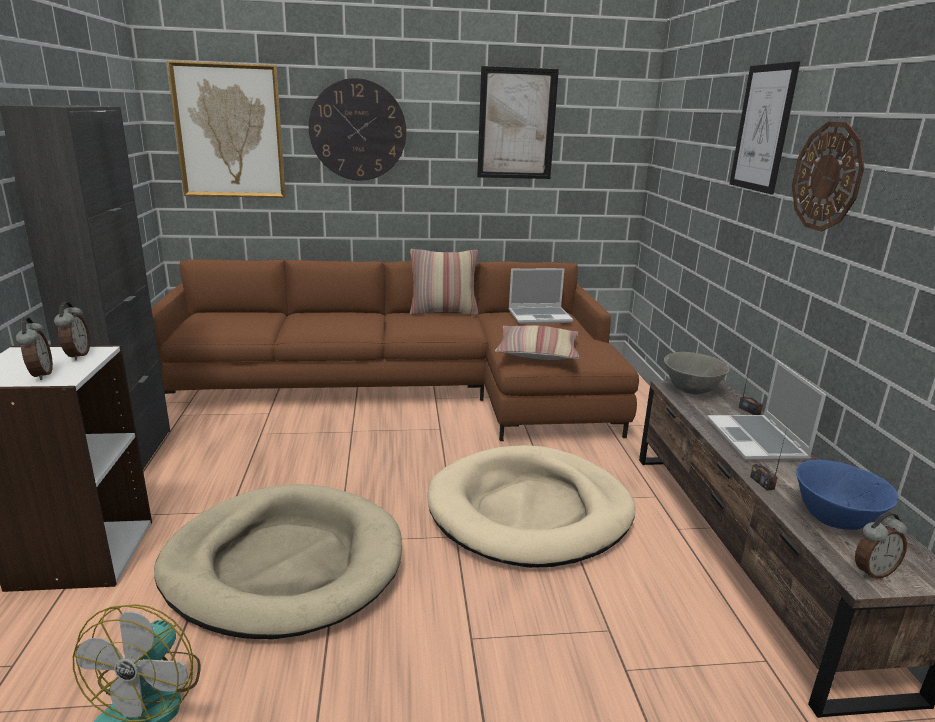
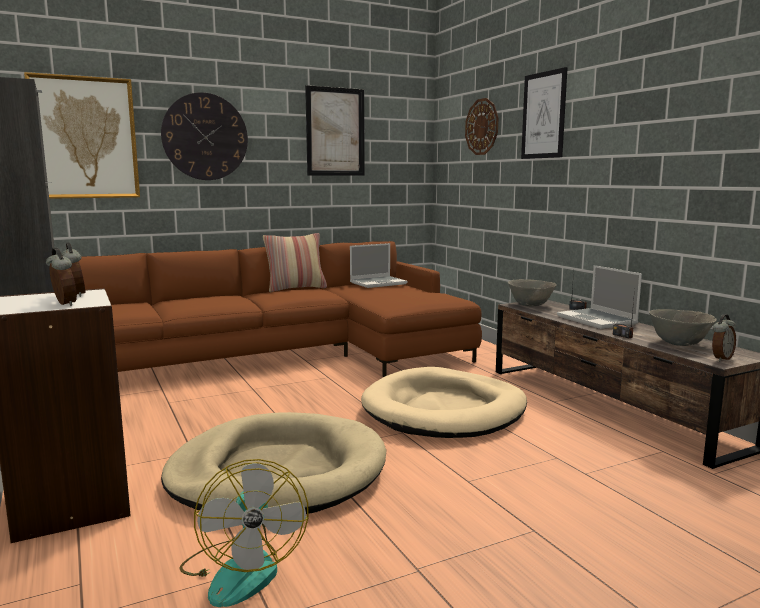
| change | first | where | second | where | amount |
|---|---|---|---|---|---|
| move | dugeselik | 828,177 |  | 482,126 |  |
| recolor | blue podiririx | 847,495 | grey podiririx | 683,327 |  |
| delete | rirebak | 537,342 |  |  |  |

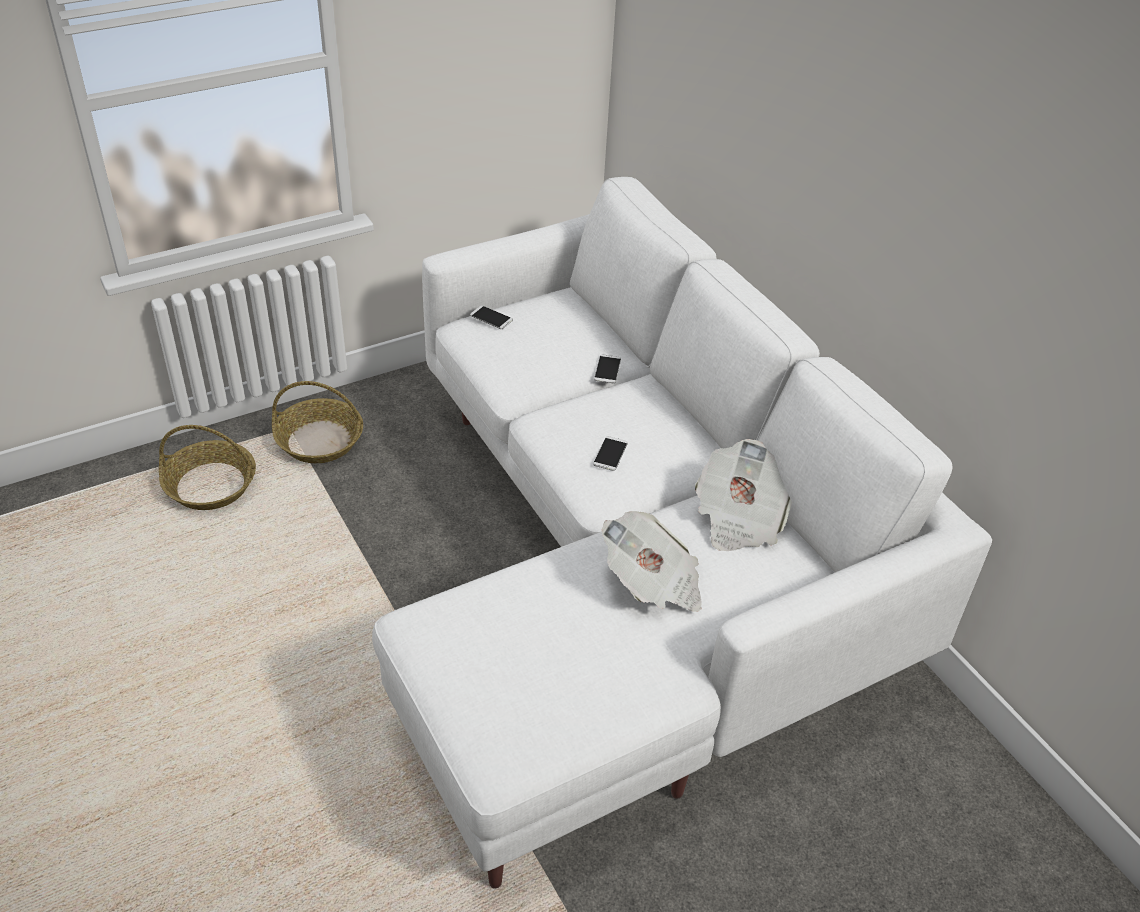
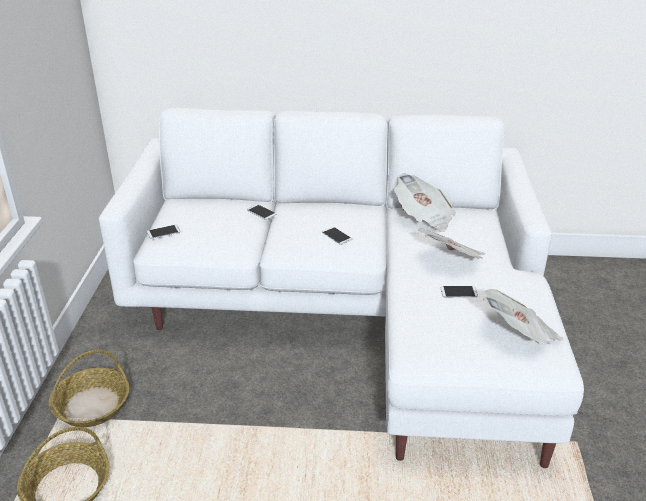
| change | first | where | second | where | amount |
|---|---|---|---|---|---|
| insert |  |  | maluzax | 459,291 |  |
| insert |  |  | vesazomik | 523,316 |  |

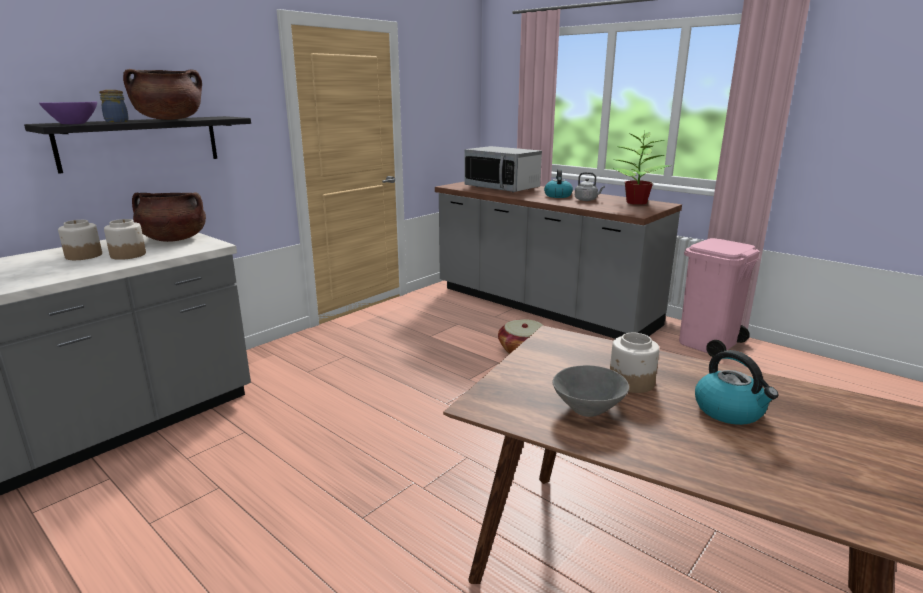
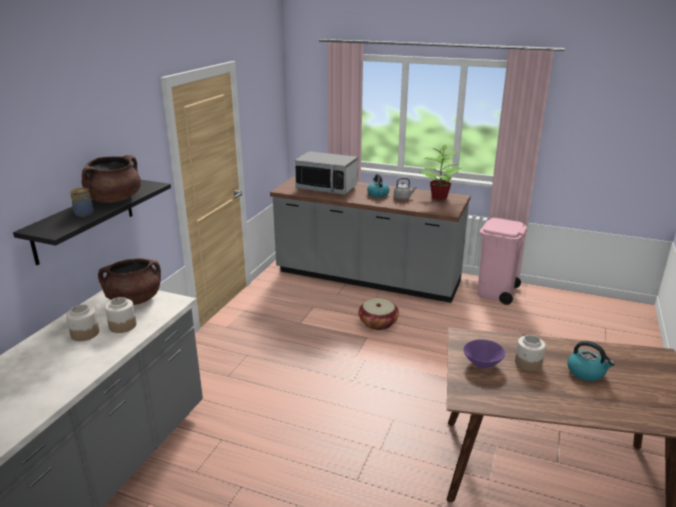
| change | first | where | second | where | amount |
|---|---|---|---|---|---|
| move | purple podiririx | 68,112 |  | 484,353 |  |
| delete | grey podiririx | 590,391 |  |  |  |

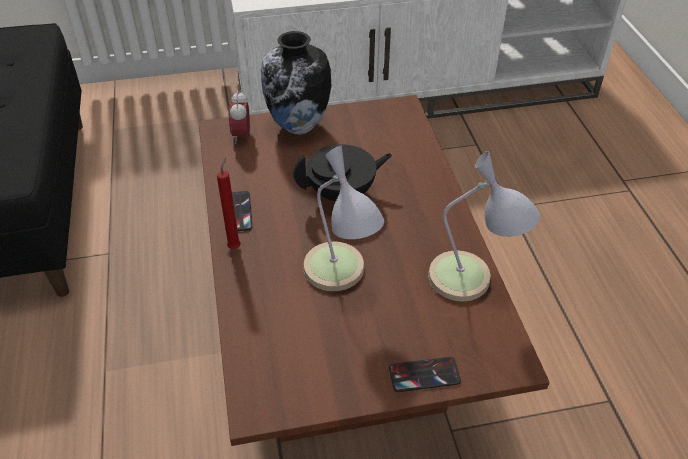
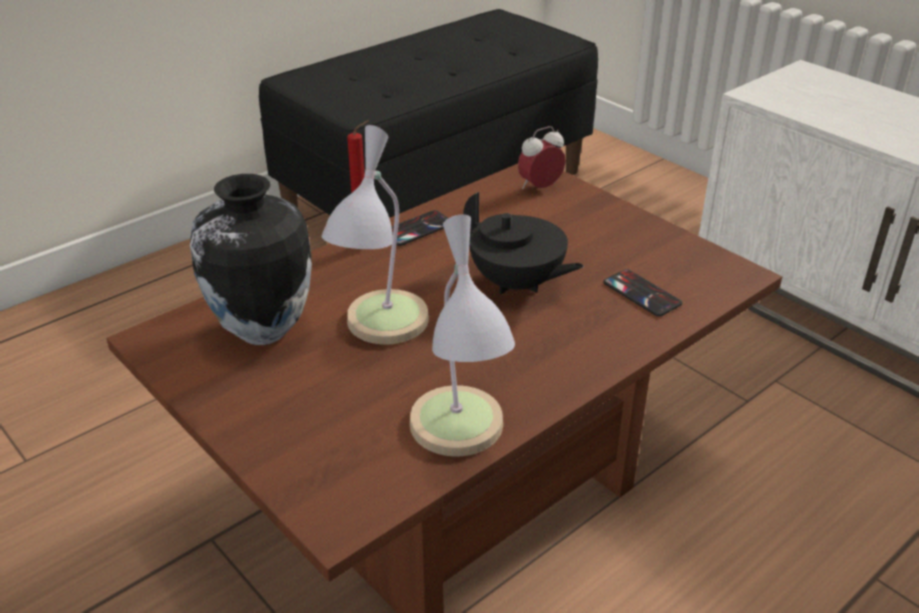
| change | first | where | second | where | amount |
|---|---|---|---|---|---|
| move | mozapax | 296,83 |  | 251,259 |  |
| move | maluzax | 425,374 |  | 642,293 |  |

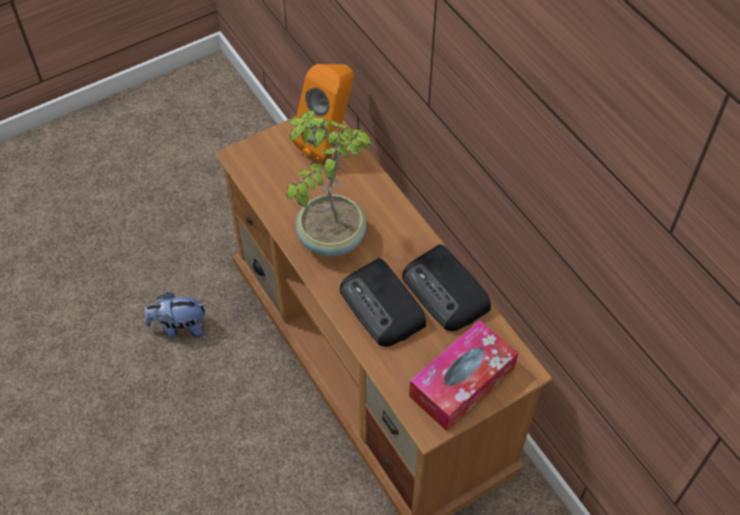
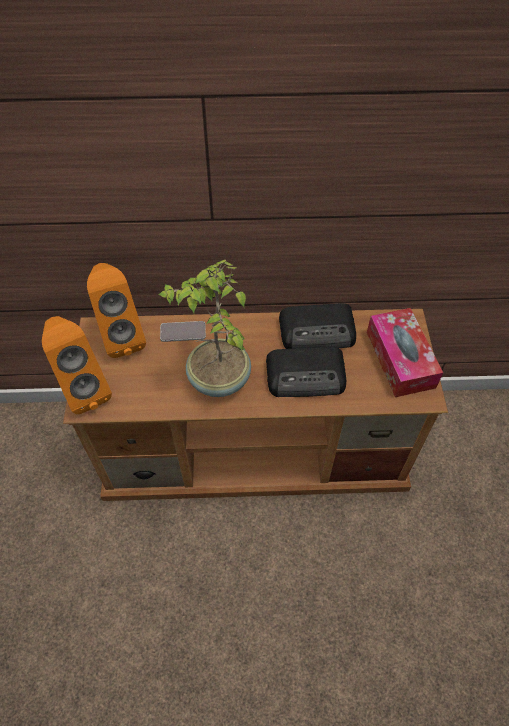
| change | first | where | second | where | amount |
|---|---|---|---|---|---|
| insert |  |  | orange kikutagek | 77,365 |  |
| insert |  |  | maluzax | 183,331 |  |
| delete | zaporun | 175,315 |  |  |  |

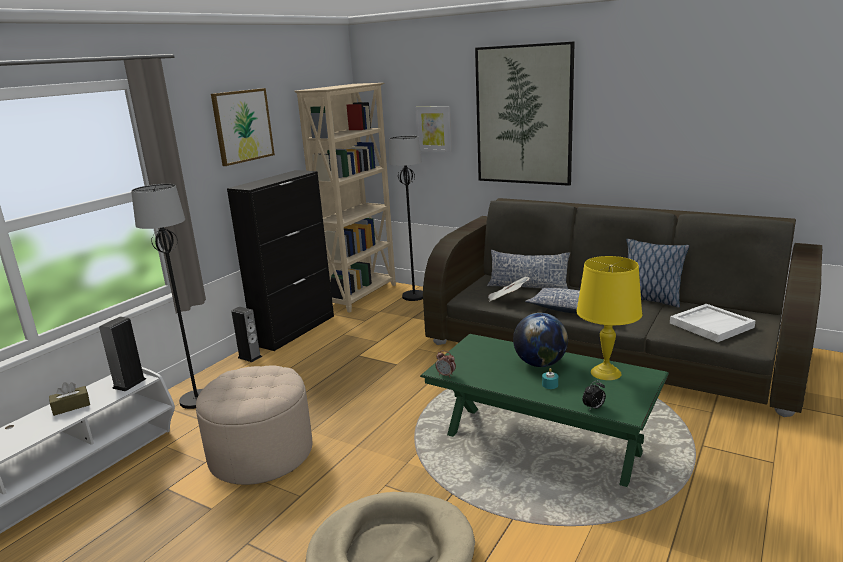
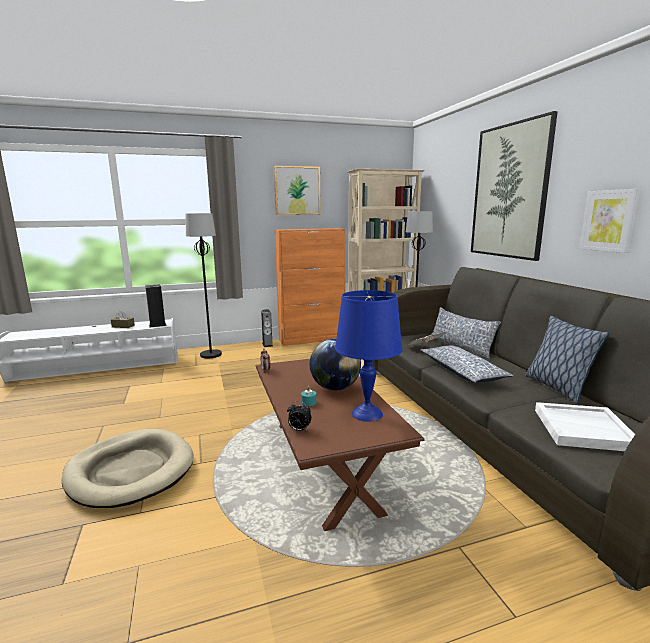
| change | first | where | second | where | amount |
|---|---|---|---|---|---|
| recolor | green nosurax | 544,410 | brown nosurax | 340,445 |  |
| recolor | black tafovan | 280,260 | orange tafovan | 310,287 |  |
| recolor | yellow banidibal | 609,318 | blue banidibal | 369,356 |  |
| move | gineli | 433,129 |  | 610,221 |  |
| delete | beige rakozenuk | 254,425 |  |  |  |

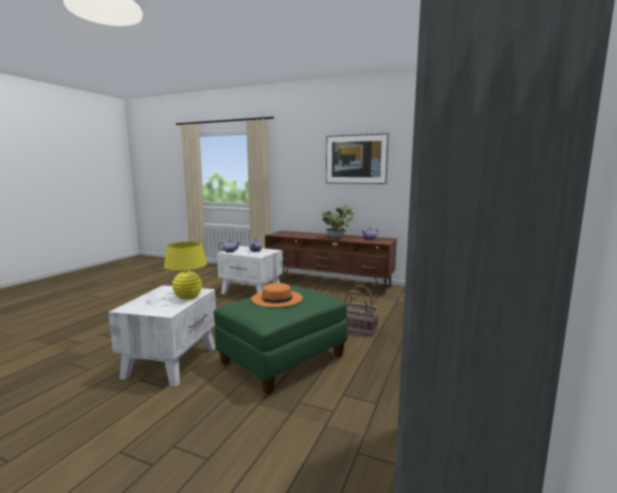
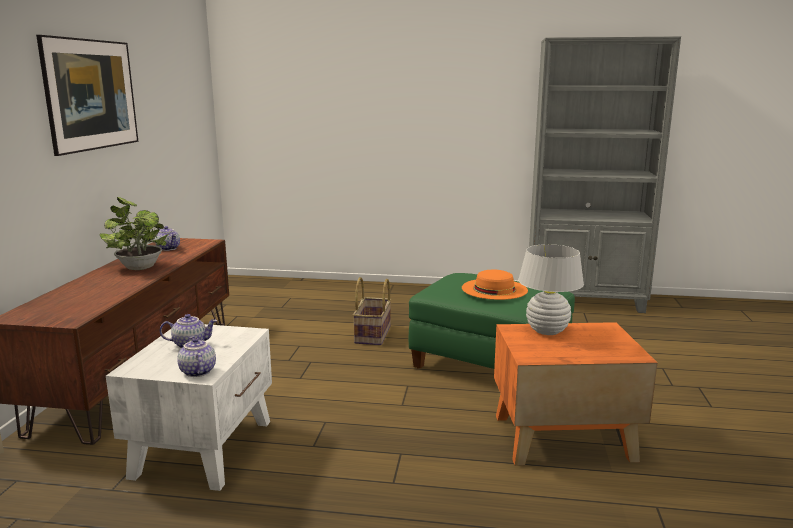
| change | first | where | second | where | amount |
|---|---|---|---|---|---|
| recolor | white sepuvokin | 162,336 | orange sepuvokin | 575,394 |  |
| recolor | yellow banidibal | 185,270 | white banidibal | 551,289 |  |

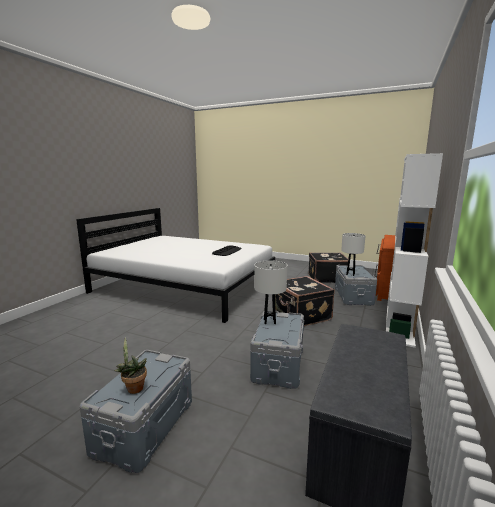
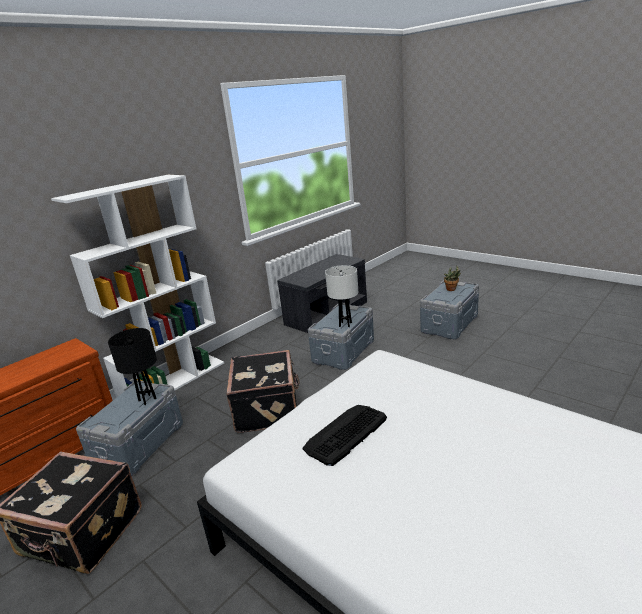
| change | first | where | second | where | amount |
|---|---|---|---|---|---|
| recolor | white banidibal | 353,254 | black banidibal | 132,366 |  |

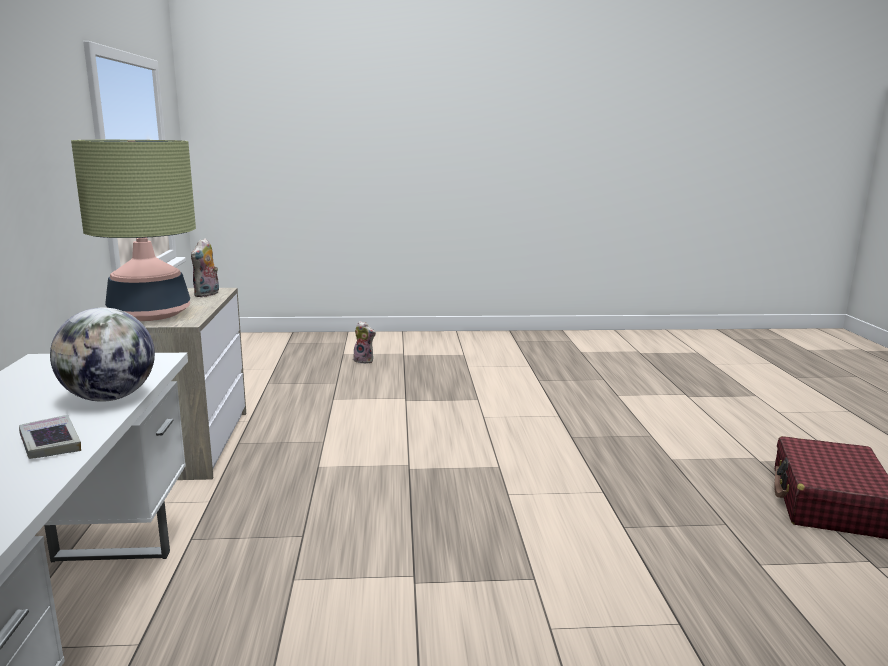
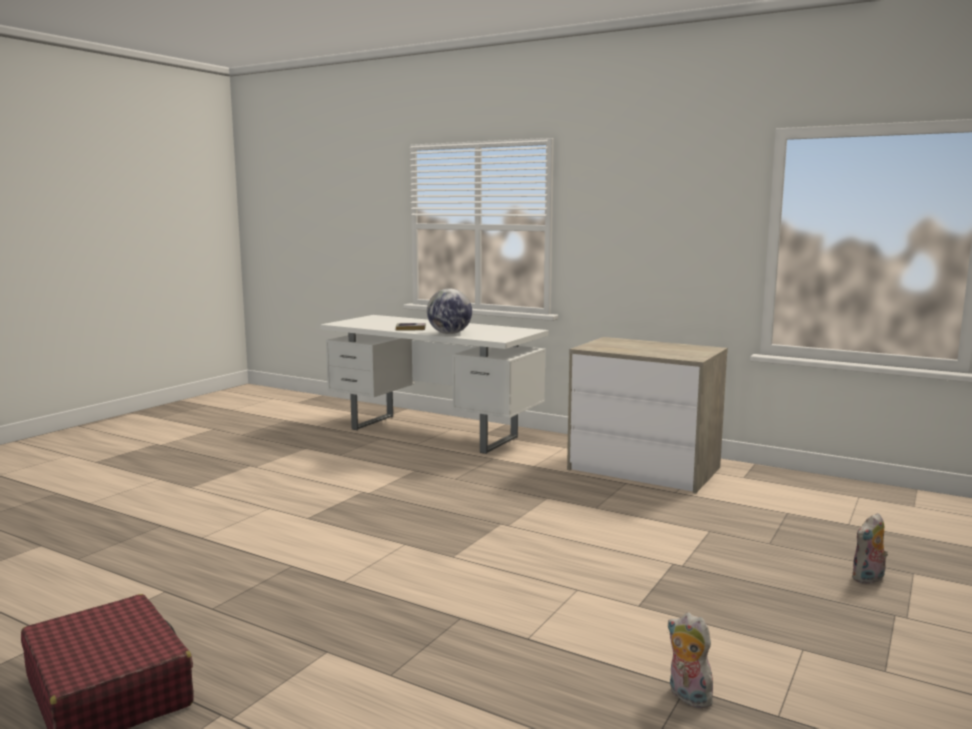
| change | first | where | second | where | amount |
|---|---|---|---|---|---|
| move | zaporun | 205,267 |  | 690,660 |  |
| delete | banidibal | 133,230 |  |  |  |

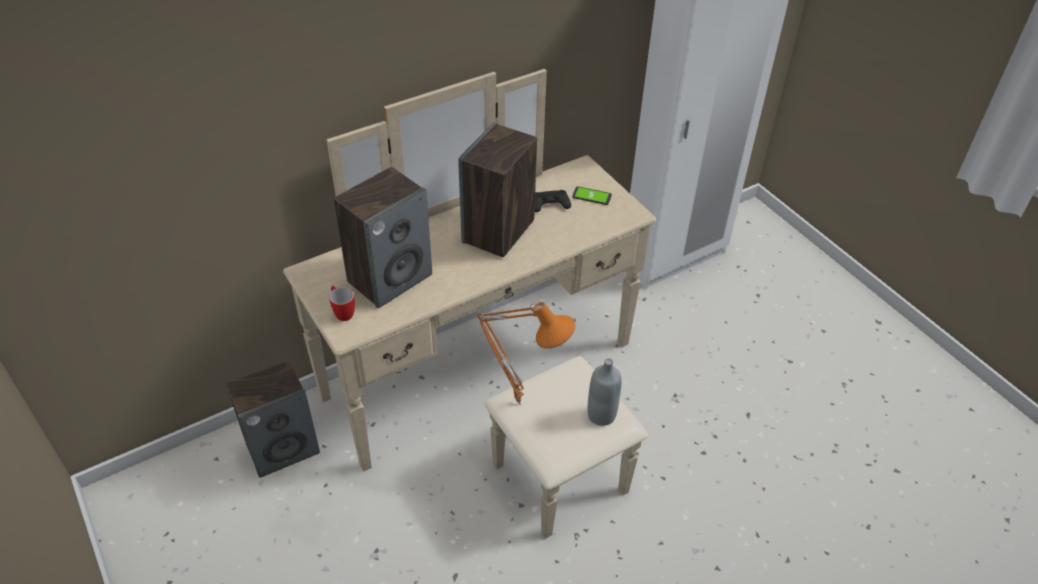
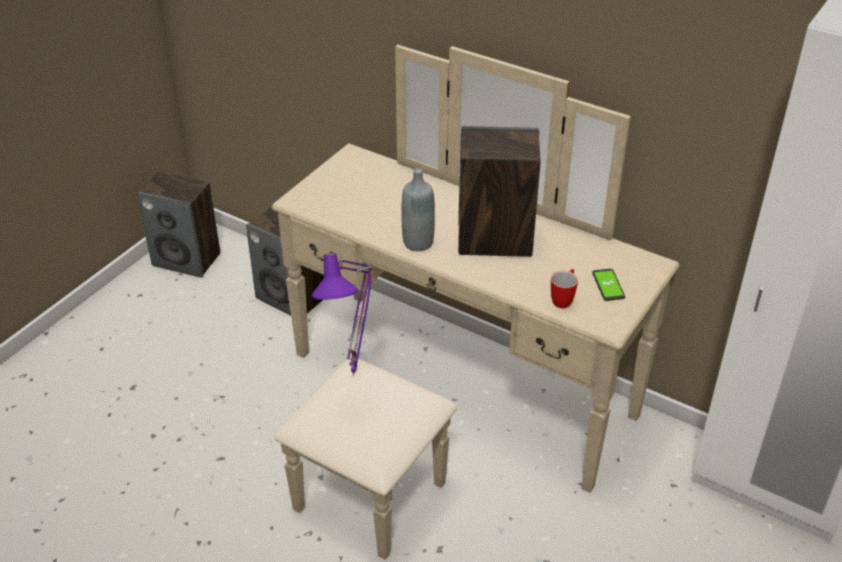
| change | first | where | second | where | amount |
|---|---|---|---|---|---|
| move | kikutagek | 383,237 |  | 178,224 |  |
| recolor | orange banidibal | 526,353 | purple banidibal | 343,314 |  |
| move | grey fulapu | 604,392 |  | 418,209 |  |
| move | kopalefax | 342,303 |  | 564,288 |  |
| delete | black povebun | 553,201 |  |  |  |

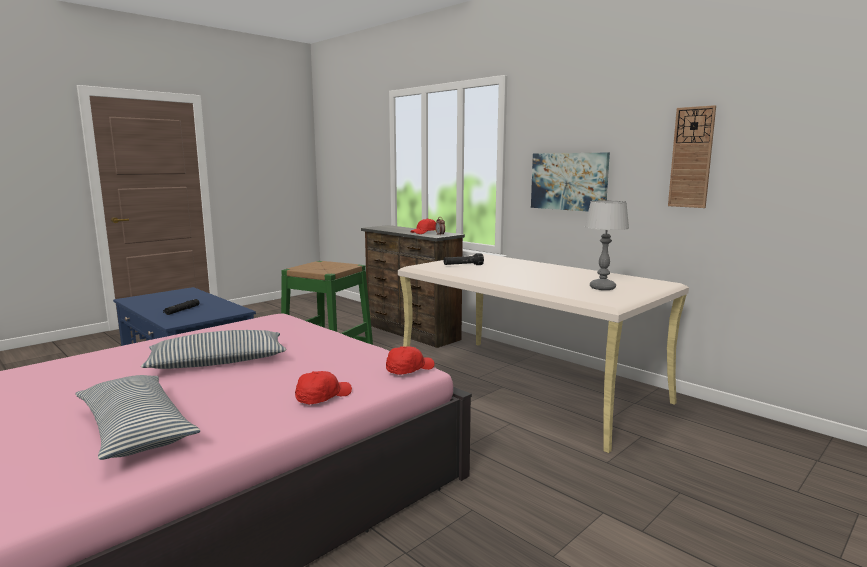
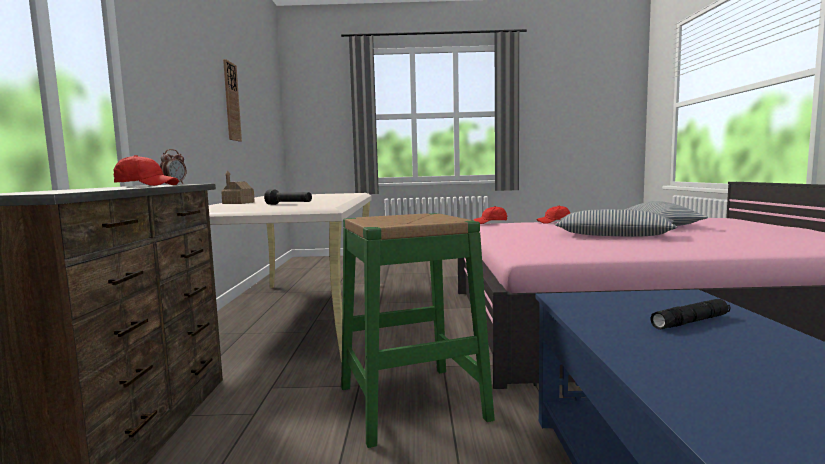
| change | first | where | second | where | amount |
|---|---|---|---|---|---|
| insert |  |  | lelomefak | 238,187 |  |
| delete | gineli | 570,182 |  |  |  |
| delete | banidibal | 607,245 |  |  |  |

